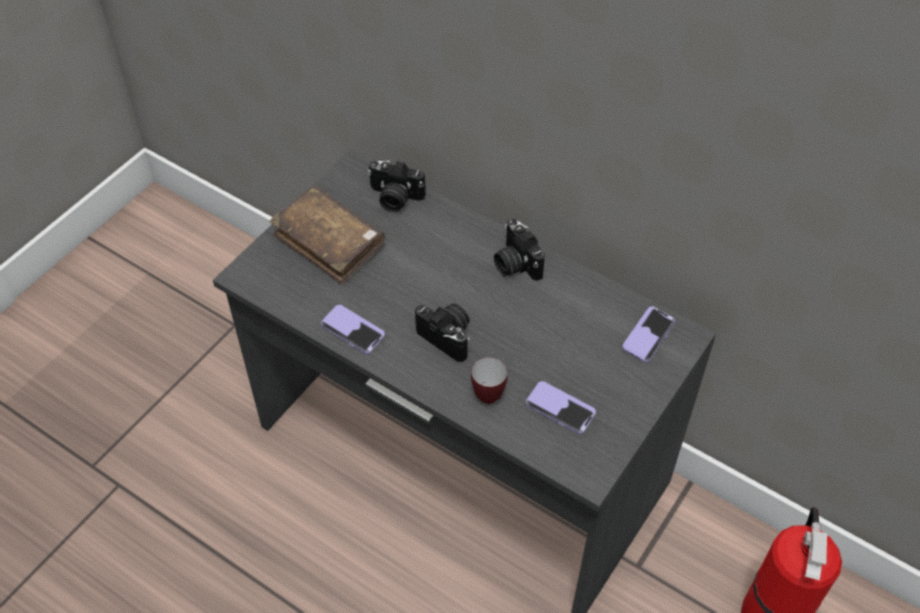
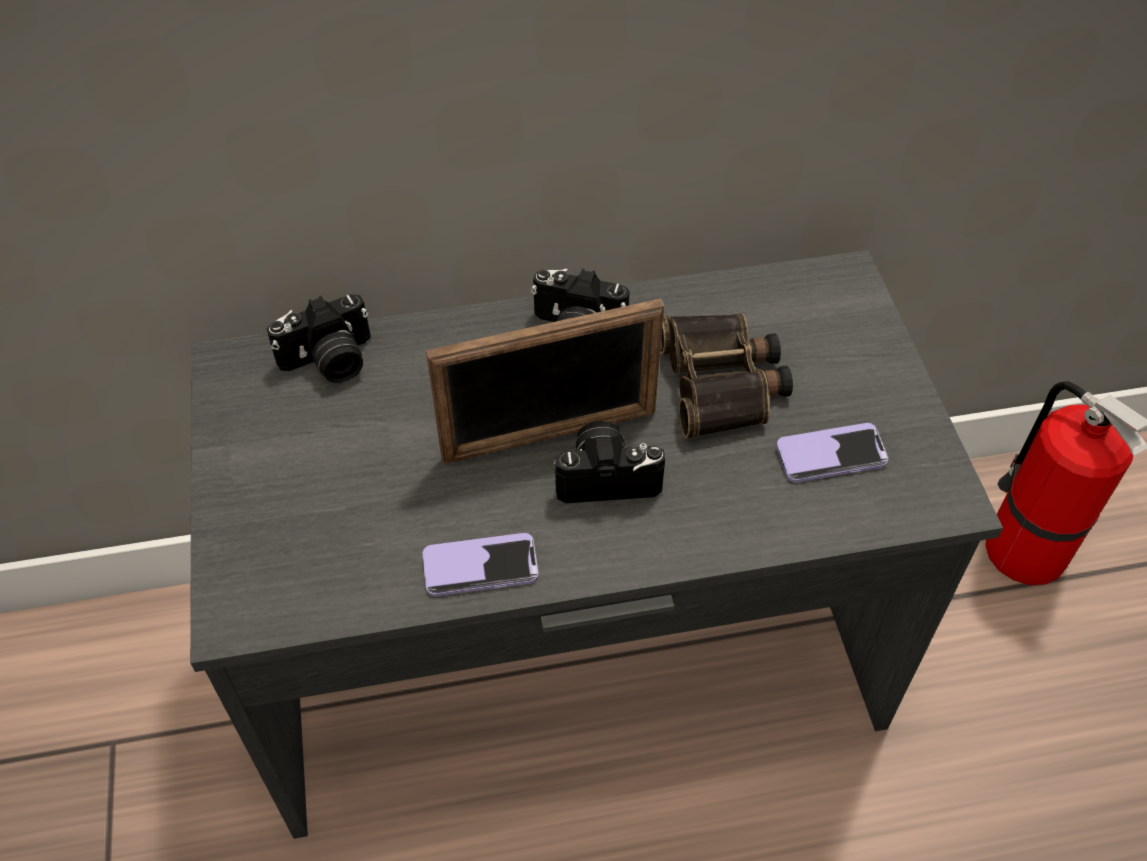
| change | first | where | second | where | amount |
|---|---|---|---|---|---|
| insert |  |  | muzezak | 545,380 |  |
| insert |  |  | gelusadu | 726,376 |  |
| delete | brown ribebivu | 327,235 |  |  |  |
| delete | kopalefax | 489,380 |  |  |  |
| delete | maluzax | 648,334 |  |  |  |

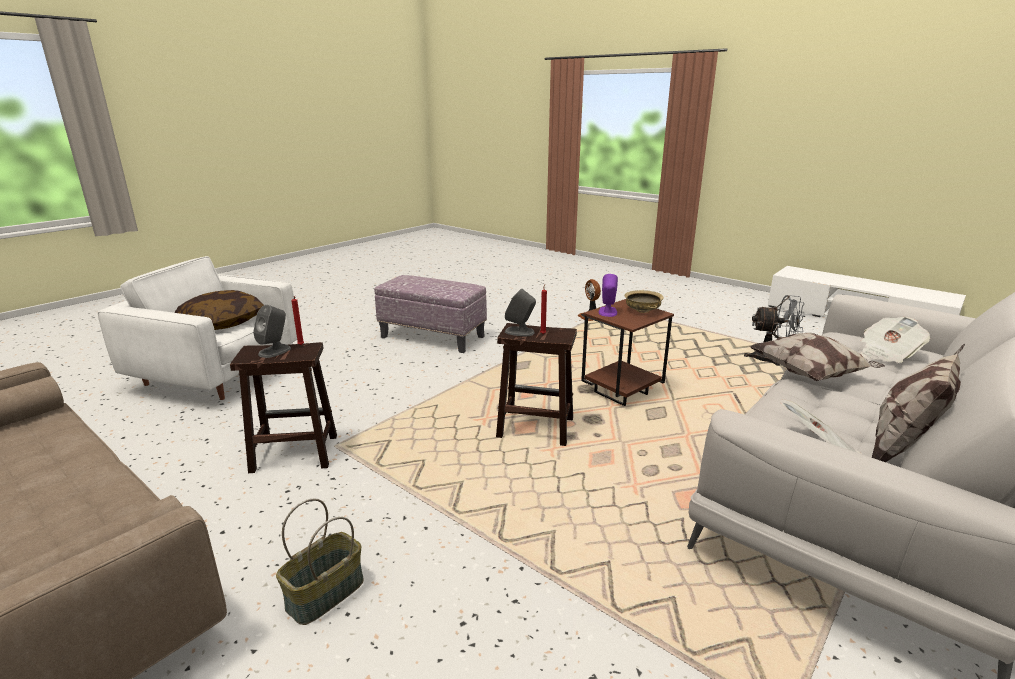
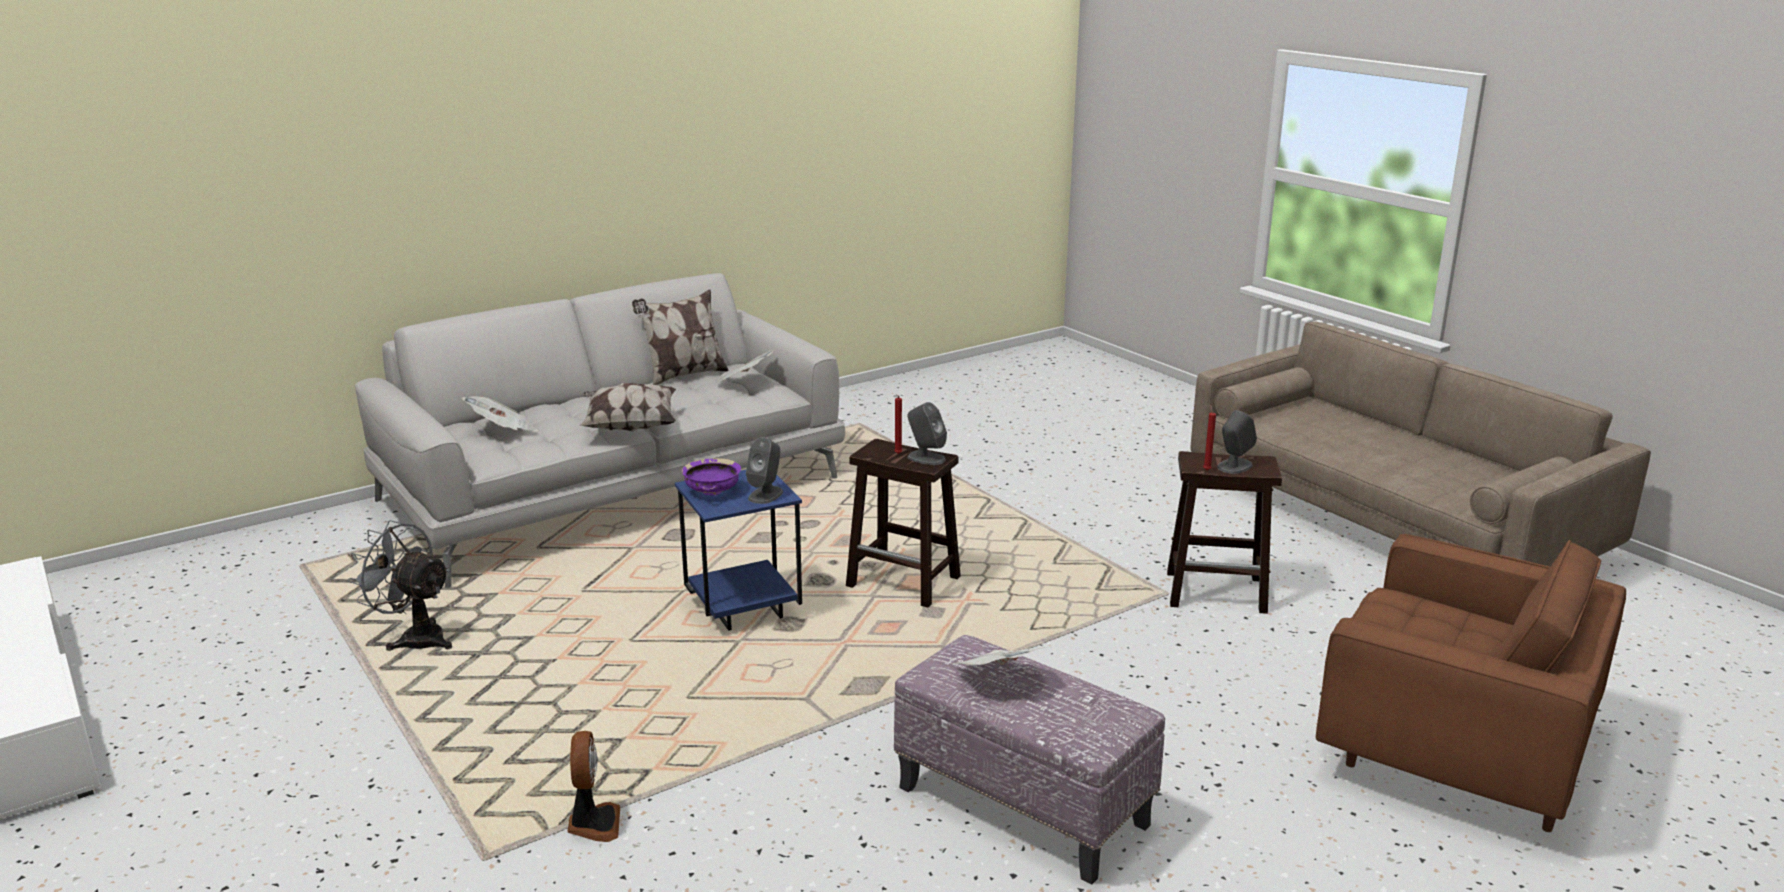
| change | first | where | second | where | amount |
|---|---|---|---|---|---|
| recolor | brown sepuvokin | 627,352 | blue sepuvokin | 738,550 |  |
| recolor | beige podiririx | 644,301 | purple podiririx | 711,476 |  |
| recolor | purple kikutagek | 608,295 | grey kikutagek | 764,470 |  |
| insert |  |  | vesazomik | 999,656 |  |
| recolor | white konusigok | 197,328 | brown konusigok | 1471,683 |  |
| delete | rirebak | 219,310 |  |  |  |
| delete | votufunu | 320,562 |  |  |  |

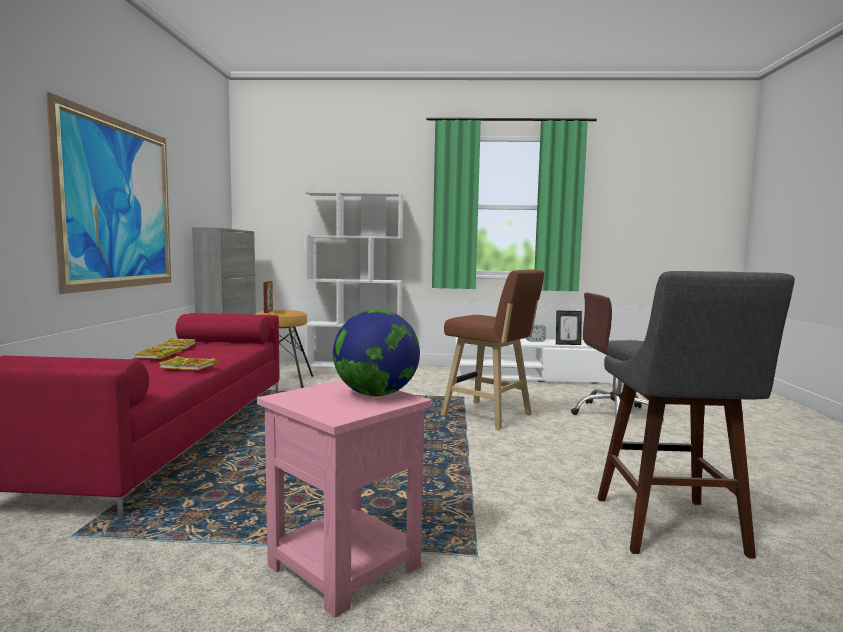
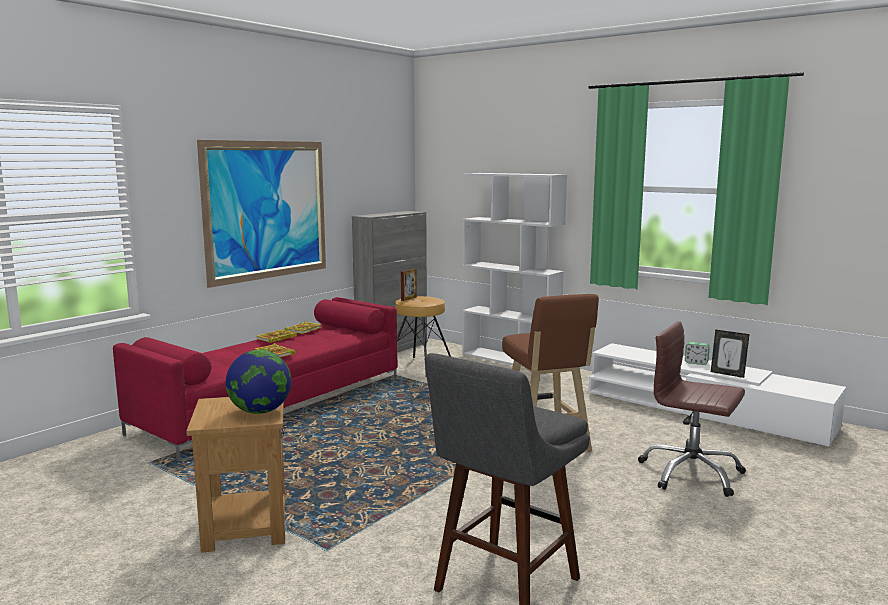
| change | first | where | second | where | amount |
|---|---|---|---|---|---|
| recolor | pink sepuvokin | 344,499 | brown sepuvokin | 236,475 |  |

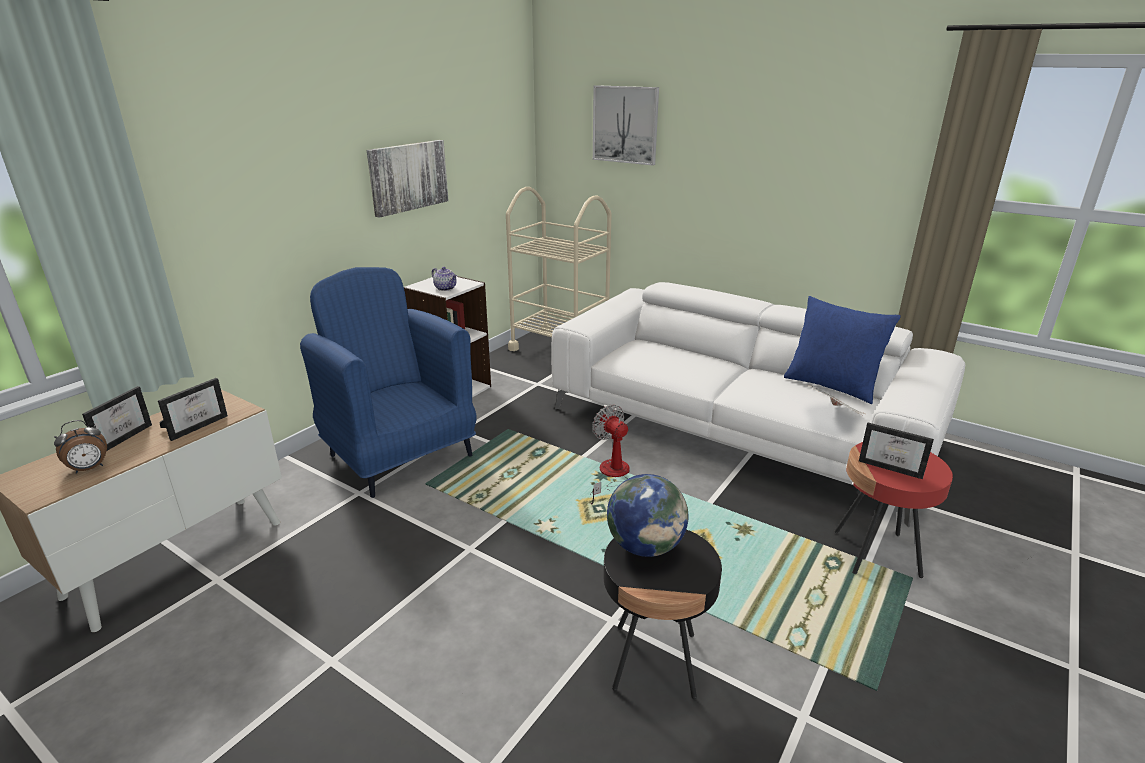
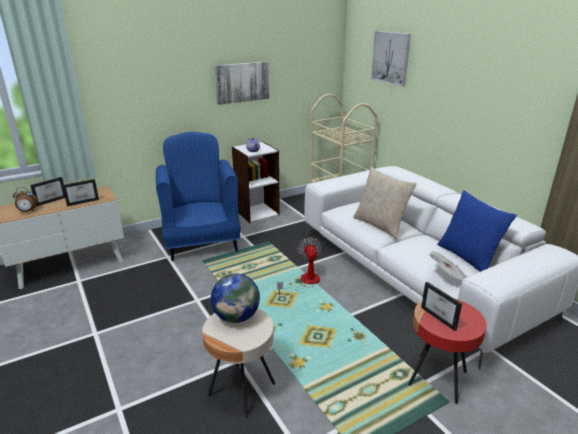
| change | first | where | second | where | amount |
|---|---|---|---|---|---|
| recolor | black sepuvokin | 662,614 | beige sepuvokin | 238,362 |  |
| insert |  |  | beige rirebak | 385,203 |  |

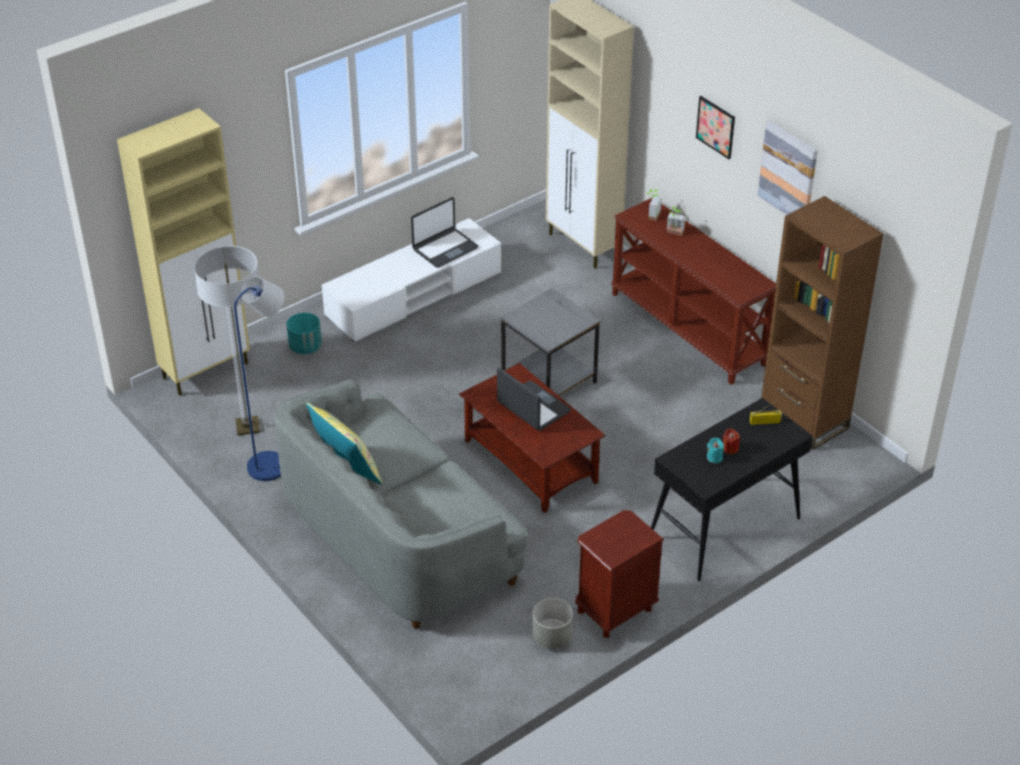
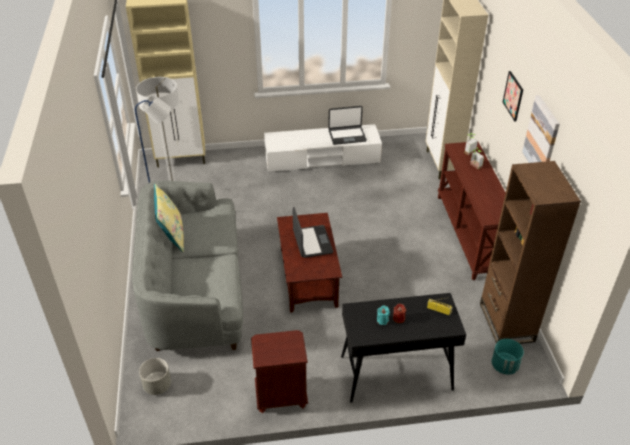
| change | first | where | second | where | amount |
|---|---|---|---|---|---|
| move | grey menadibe | 552,623 |  | 155,376 |  |
| move | turquoise menadibe | 304,333 |  | 508,357 |  |
| delete | grey sepuvokin | 550,342 |  |  |  |

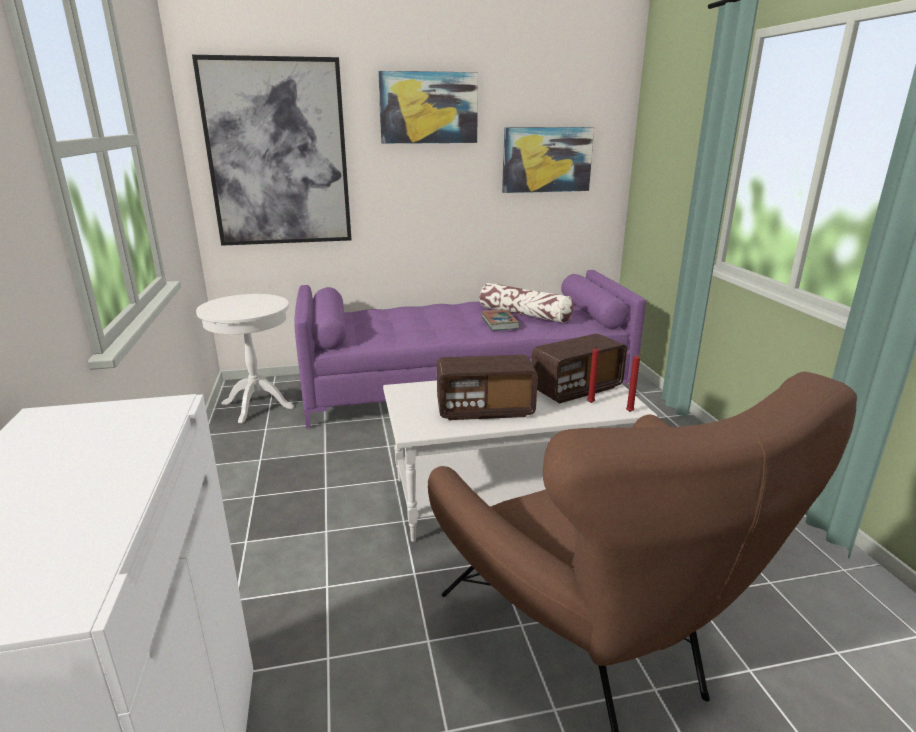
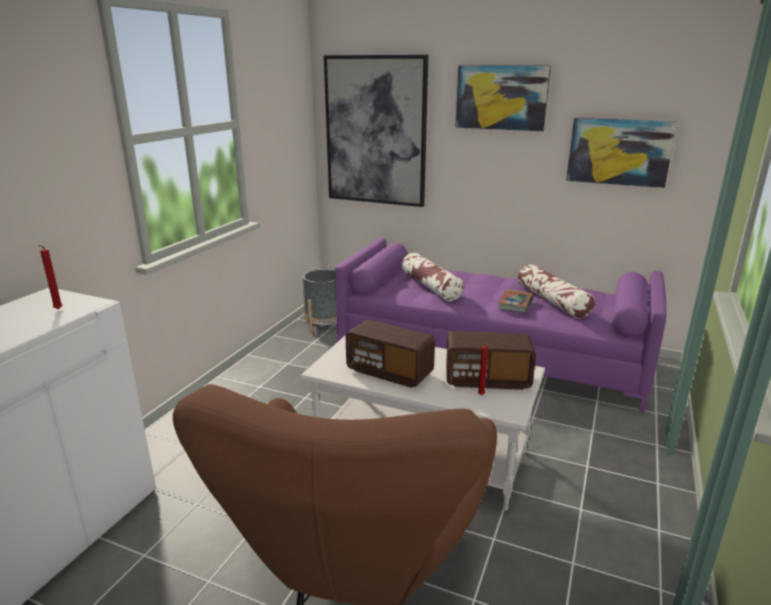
| change | first | where | second | where | amount |
|---|---|---|---|---|---|
| move | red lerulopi | 634,382 |  | 50,277 |  |
| replace | white sepuvokin | 245,358 | grey menadibe | 320,301 |  |
| insert |  |  | rirebak | 433,277 |  |

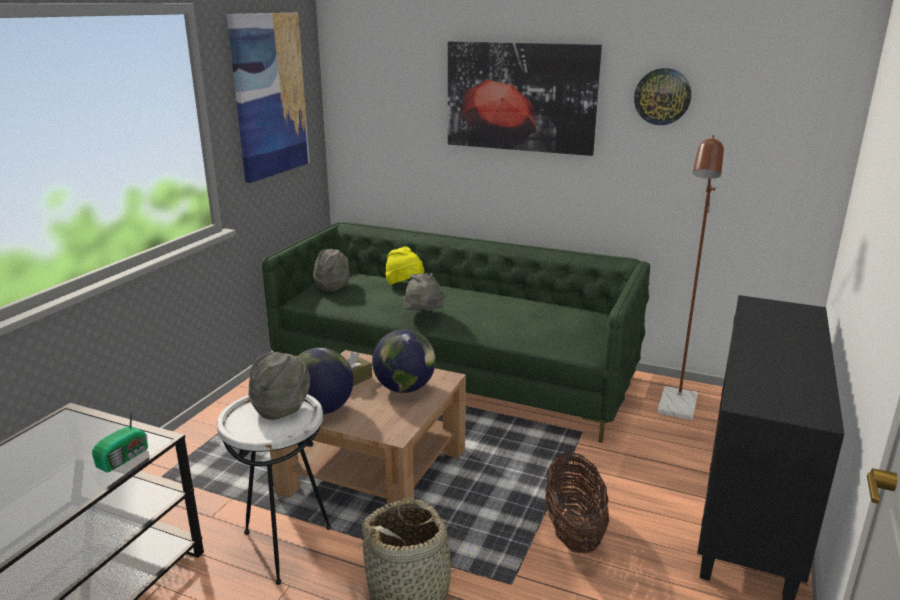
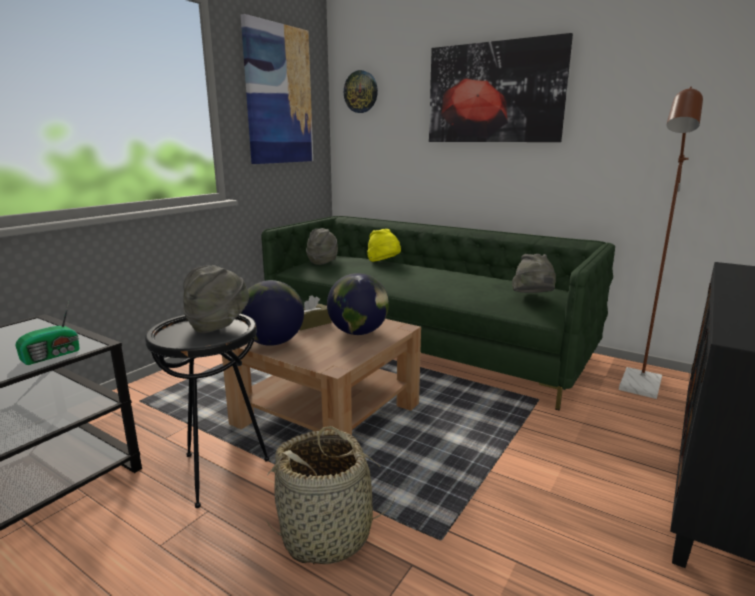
| change | first | where | second | where | amount |
|---|---|---|---|---|---|
| recolor | white sepuvokin | 274,489 | black sepuvokin | 207,411 |  |
| move | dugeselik | 662,96 |  | 361,91 |  |
| move | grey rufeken | 423,291 |  | 534,273 |  |
| delete | votufunu | 577,503 |  |  |  |

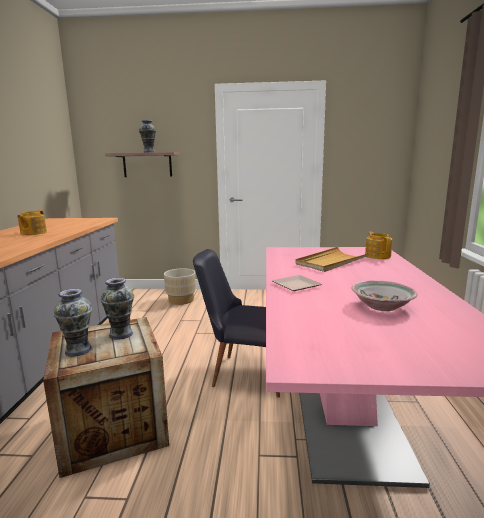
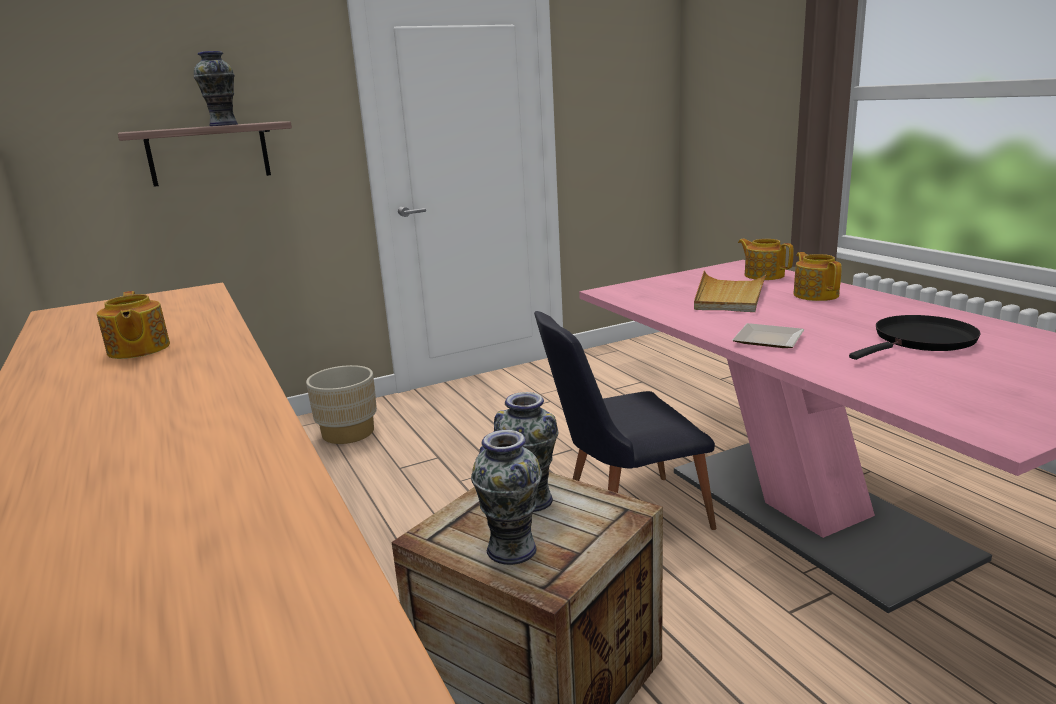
| change | first | where | second | where | amount |
|---|---|---|---|---|---|
| insert |  |  | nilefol | 817,276 |  |
| replace | podiririx | 384,295 | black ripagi | 915,337 |  |

